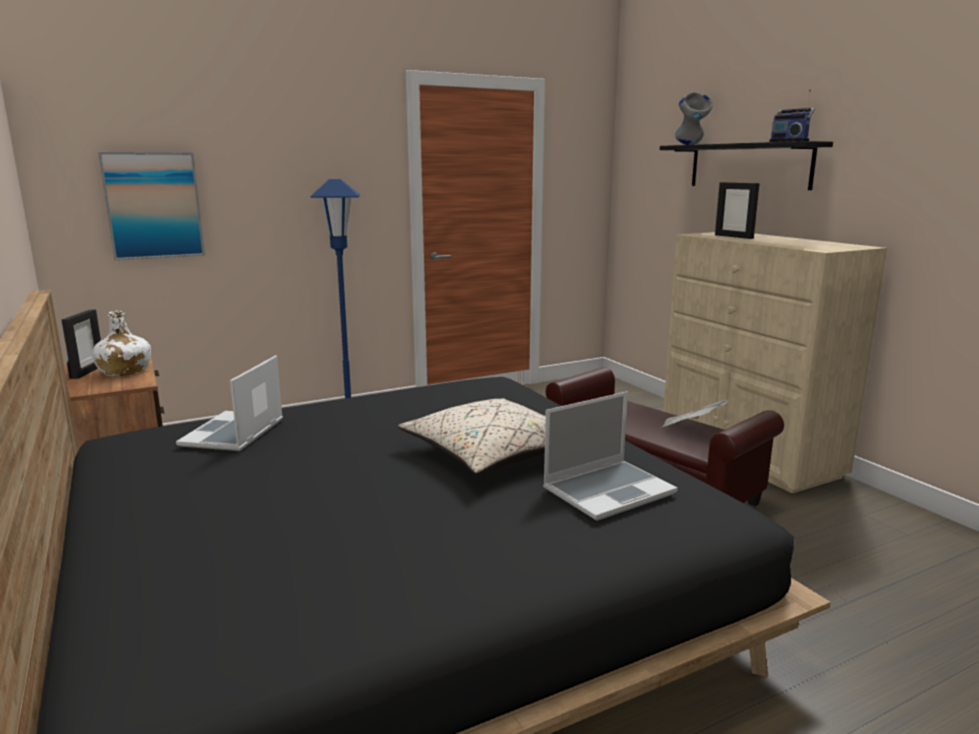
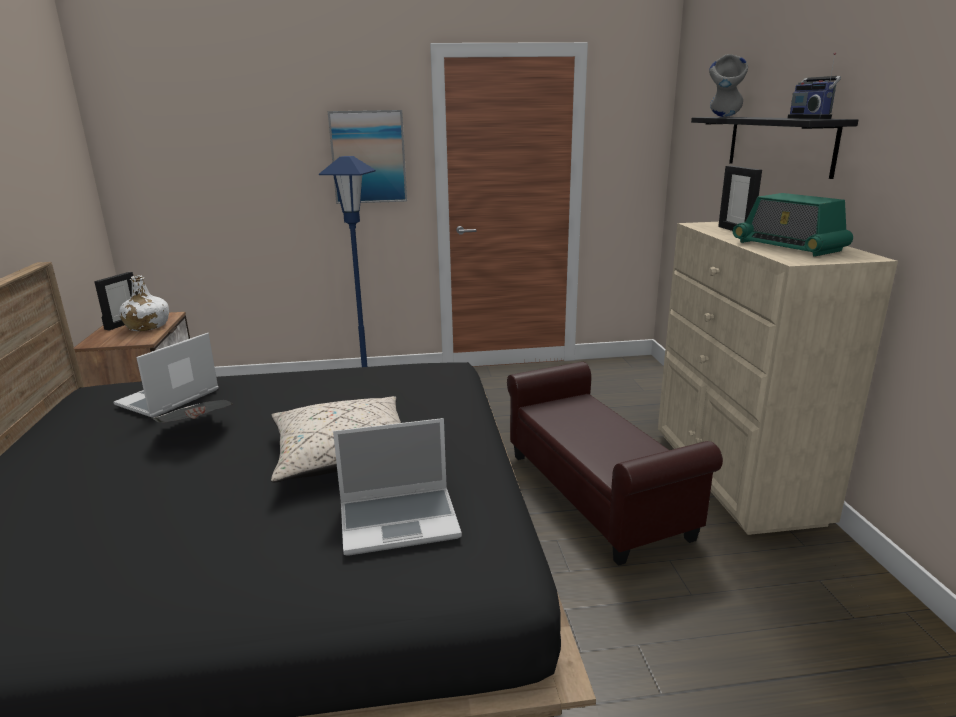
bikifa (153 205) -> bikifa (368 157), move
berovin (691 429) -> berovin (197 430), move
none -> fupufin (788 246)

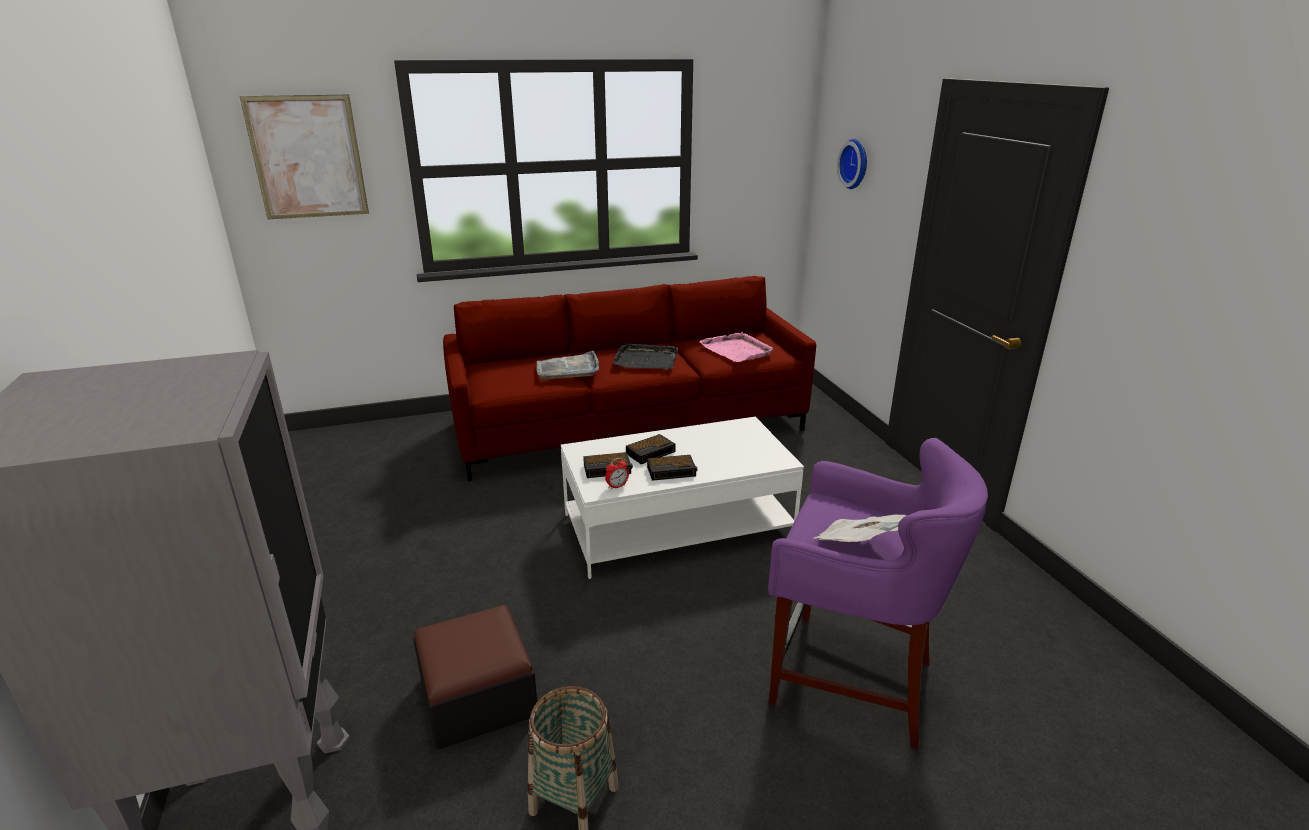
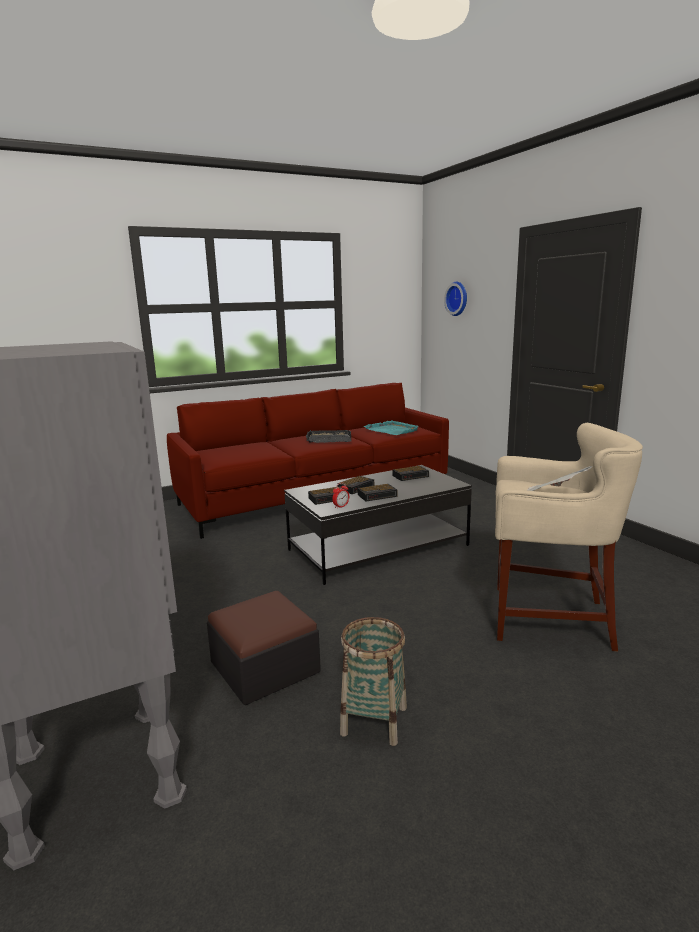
bikifa (307 157) -> none
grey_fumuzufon (568 369) -> none
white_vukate (678 526) -> black_vukate (378 547)
pink_fumuzufon (737 350) -> turquoise_fumuzufon (392 430)
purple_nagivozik (850 678) -> beige_nagivozik (548 618)
none -> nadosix (411 476)

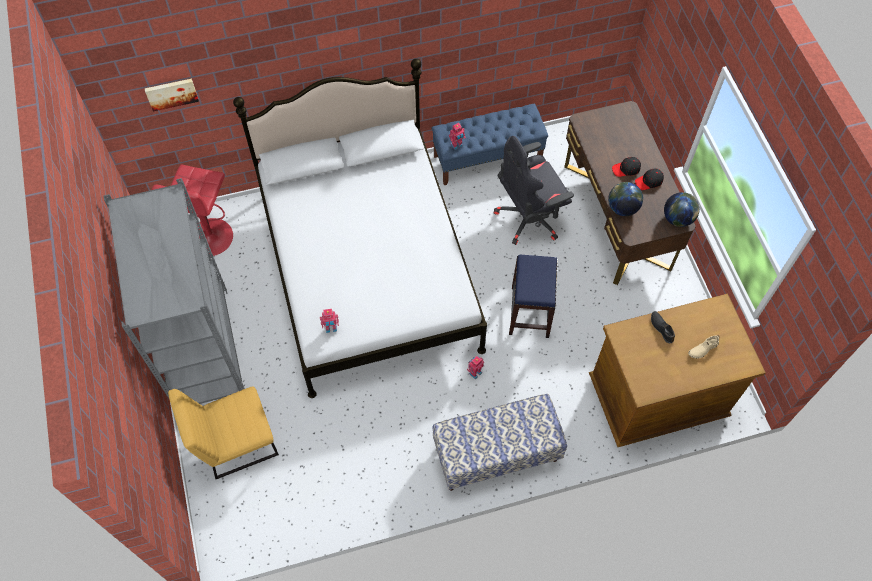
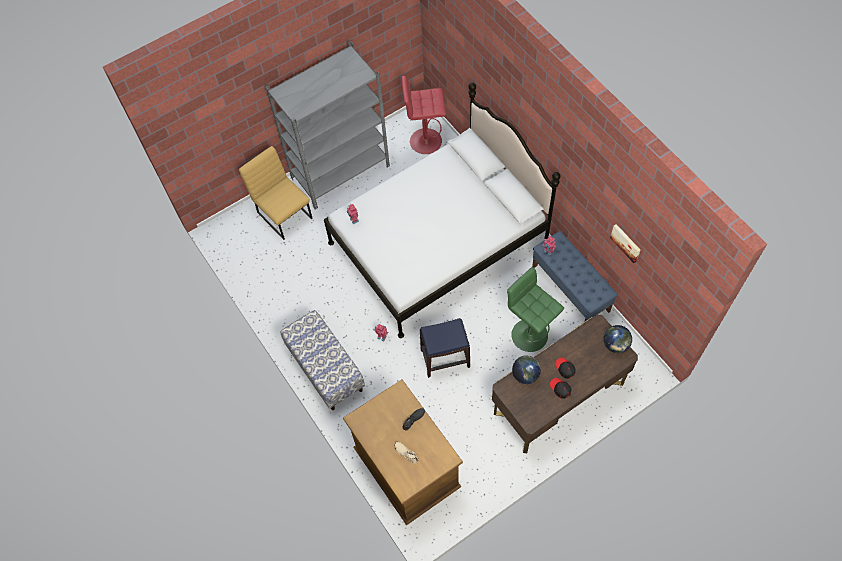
bikifa (171 93) -> bikifa (626 242), move
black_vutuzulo (530 217) -> green_nagivozik (529 334)
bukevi (677 219) -> bukevi (615 345), move

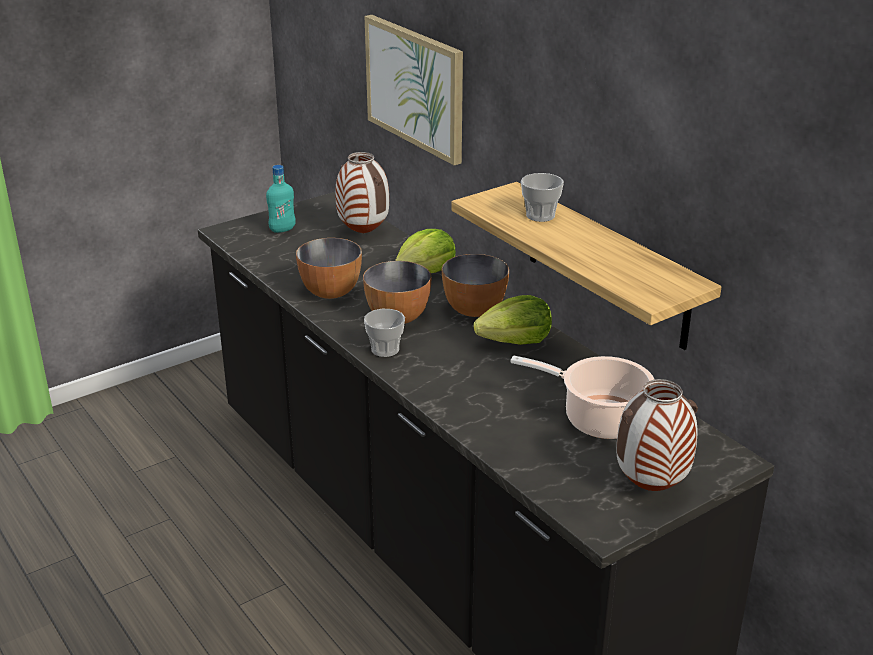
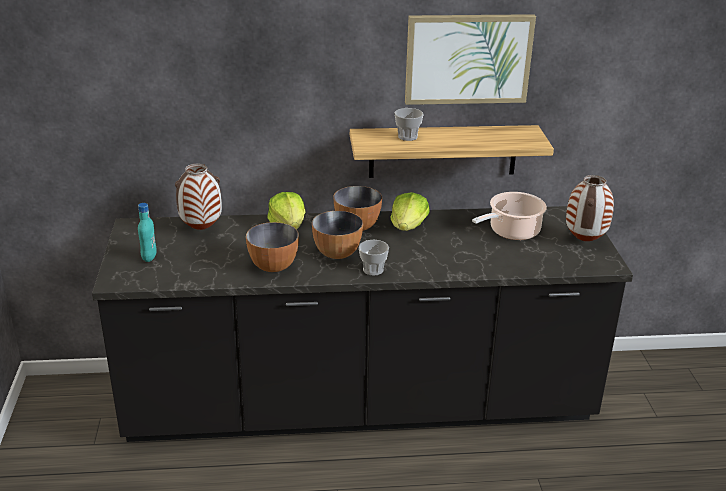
bikifa (415 87) -> bikifa (468 59), move

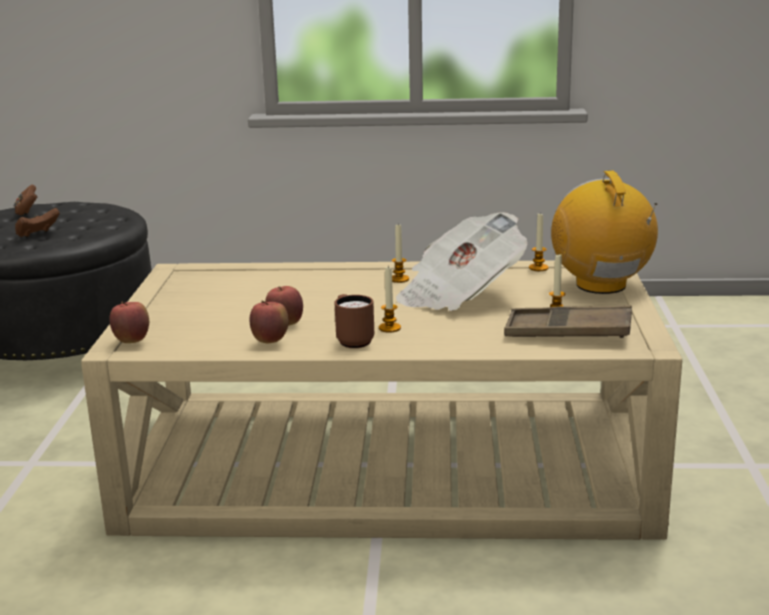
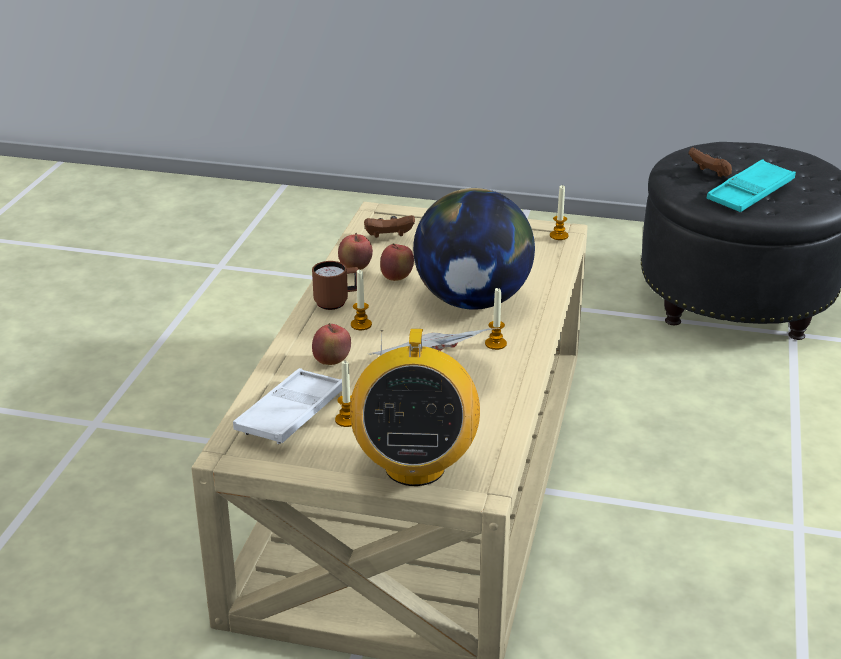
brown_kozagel (27 212) -> brown_kozagel (389 237), move
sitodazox (132 341) -> sitodazox (332 362), move
brown_fumuzufon (568 332) -> white_fumuzufon (291 413)
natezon (538 268) -> natezon (559 236), move
fupufin (601 285) -> fupufin (414 466), 90 degrees clockwise
none -> bukevi (472 301)
none -> turquoise_fumuzufon (750 193)

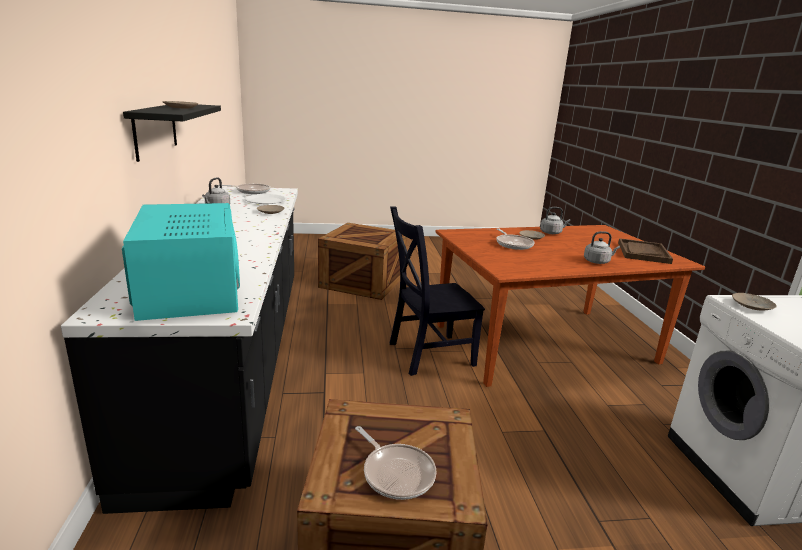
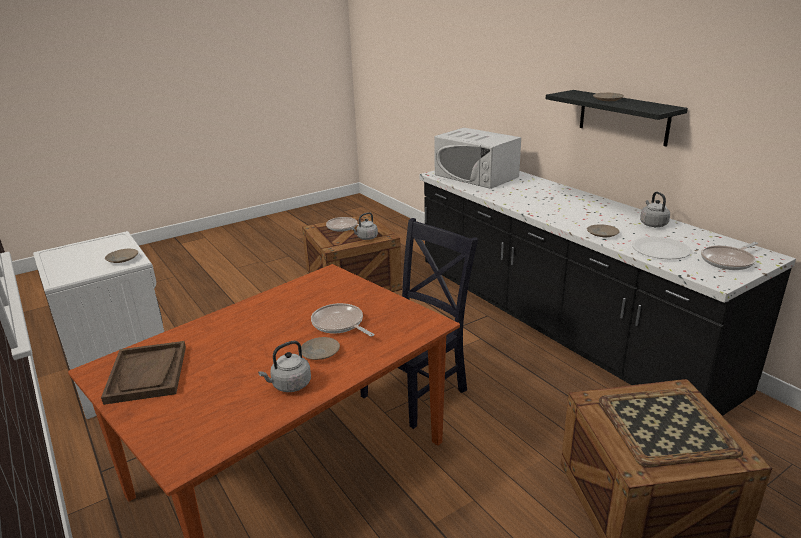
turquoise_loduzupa (190 288) -> white_loduzupa (476 176)
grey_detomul (597 261) -> grey_detomul (366 238), move
none -> fumuzufon (666 425)

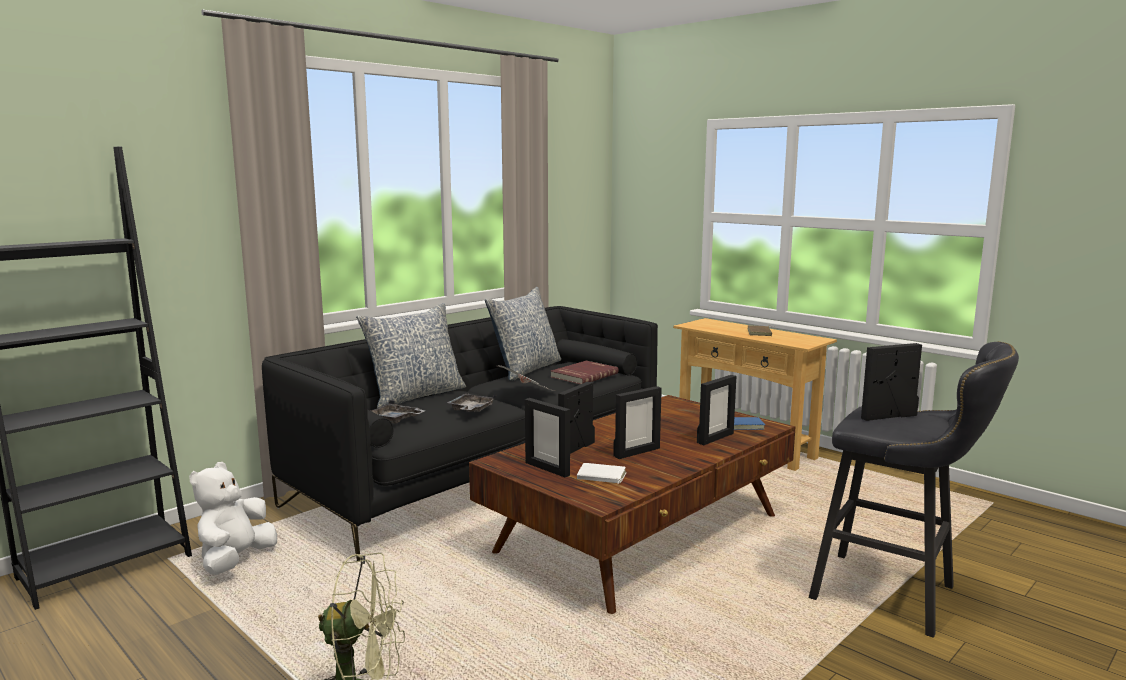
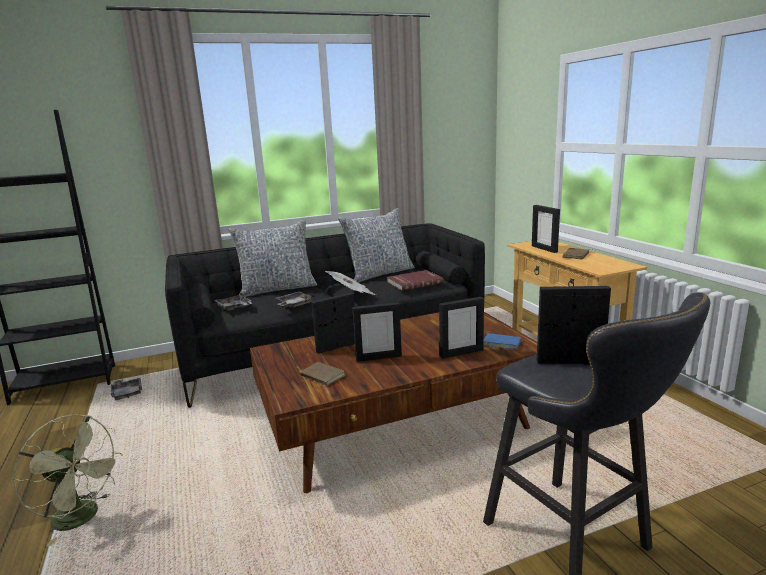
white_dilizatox (235 561) -> grey_fumuzufon (127 393)
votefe (548 468) -> votefe (545 249), move
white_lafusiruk (601 477) -> brown_lafusiruk (321 376)

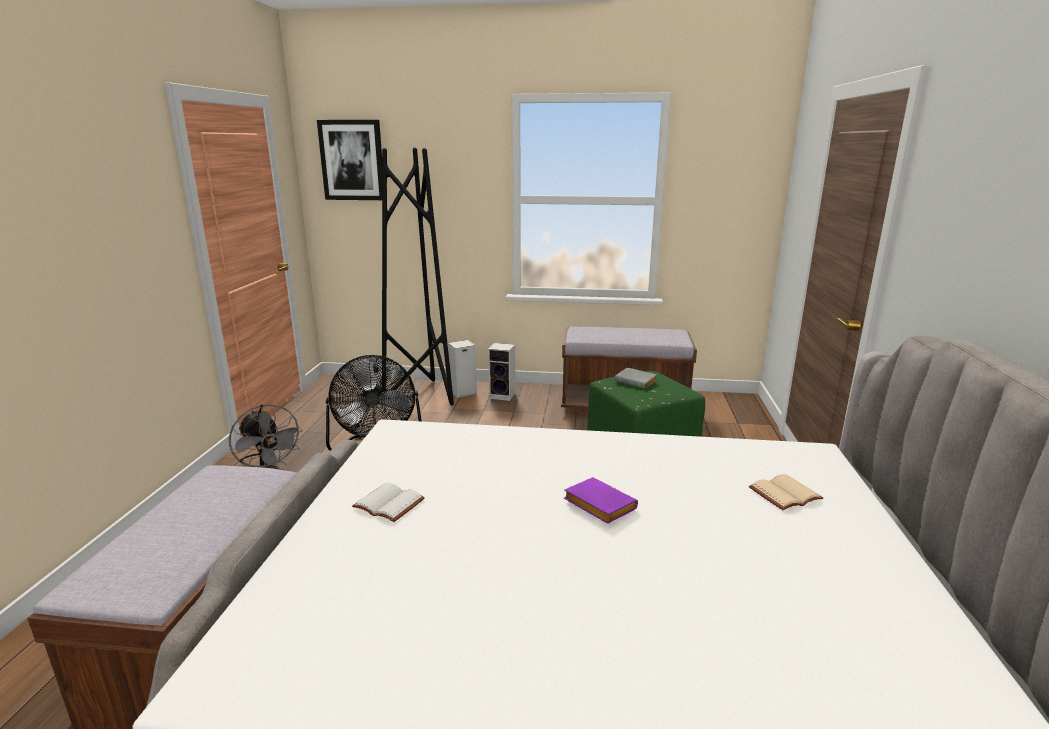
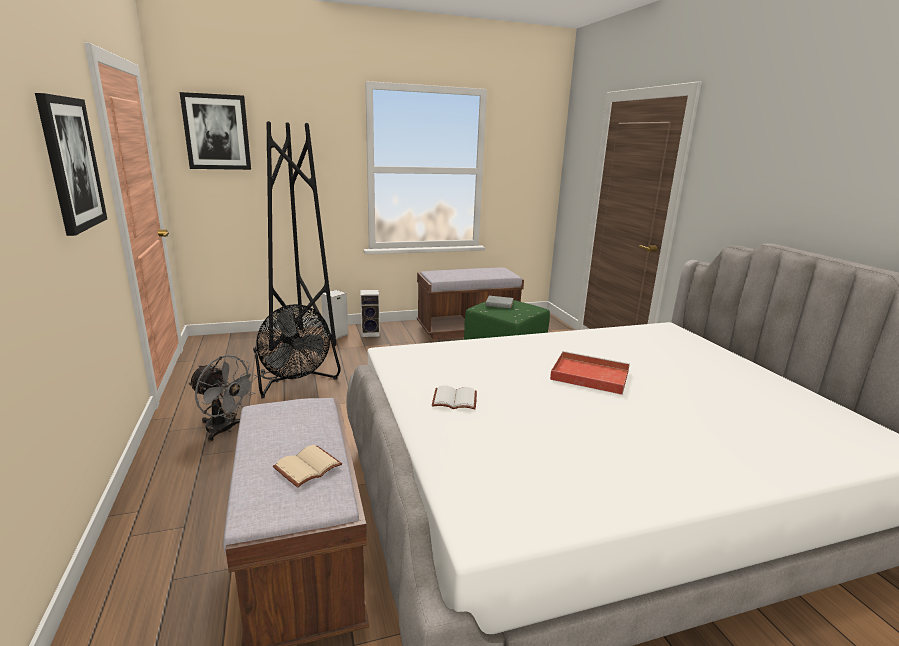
purple_lafusiruk (597 505) -> red_fumuzufon (588 375)
beige_lafusiruk (785 495) -> beige_lafusiruk (308 468), move
none -> bikifa (71 164)

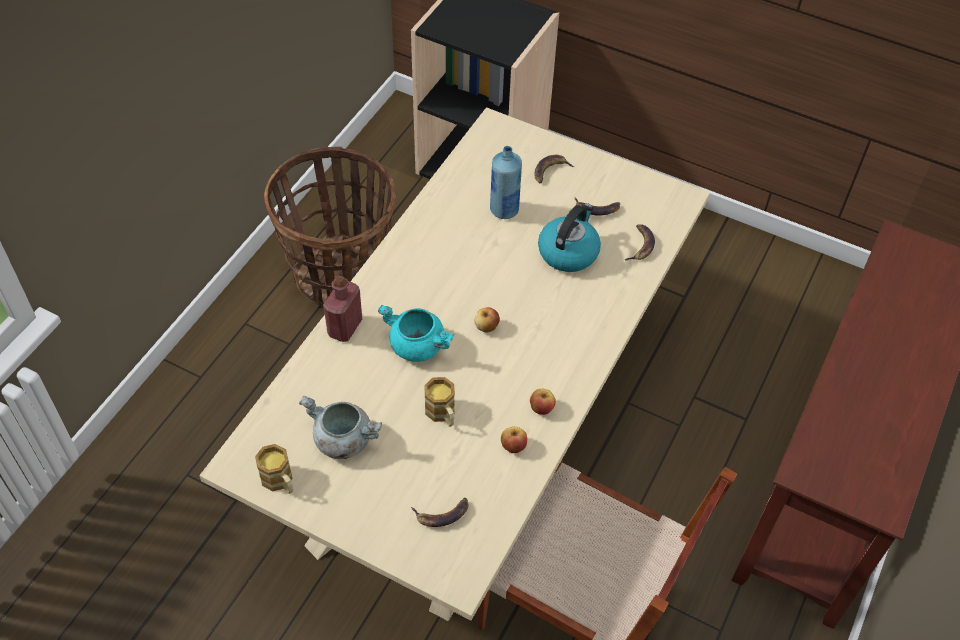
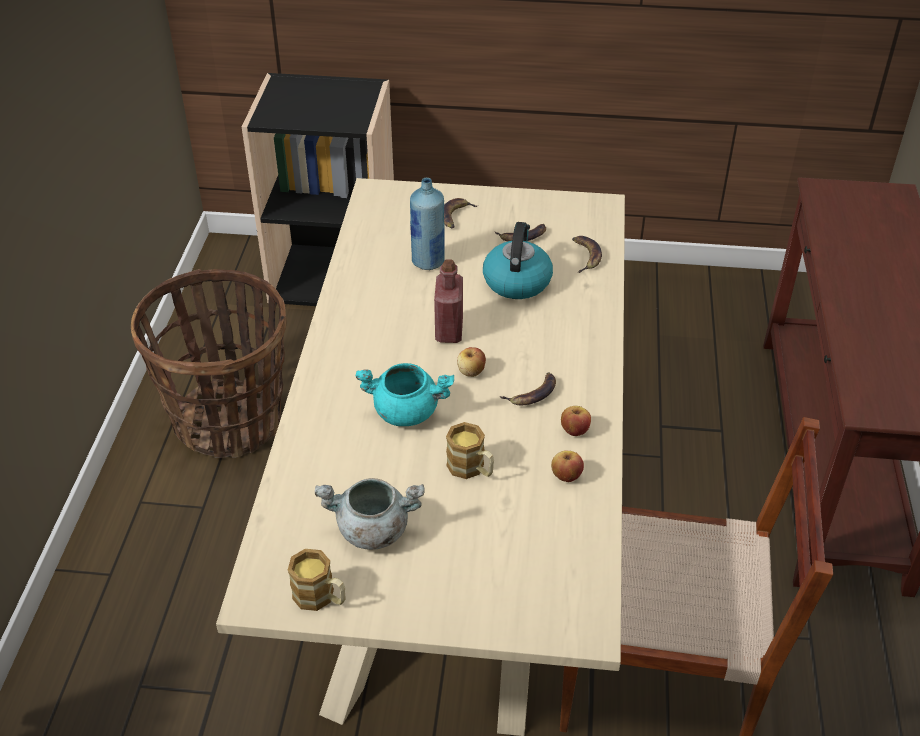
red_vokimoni (345 327) -> red_vokimoni (449 331), move
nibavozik (442 514) -> nibavozik (533 393), move

